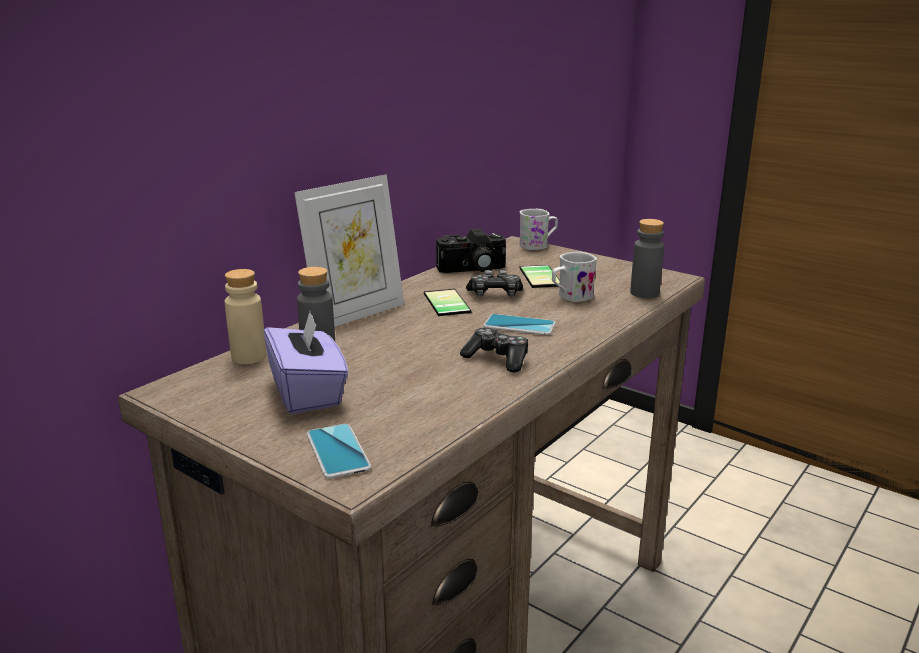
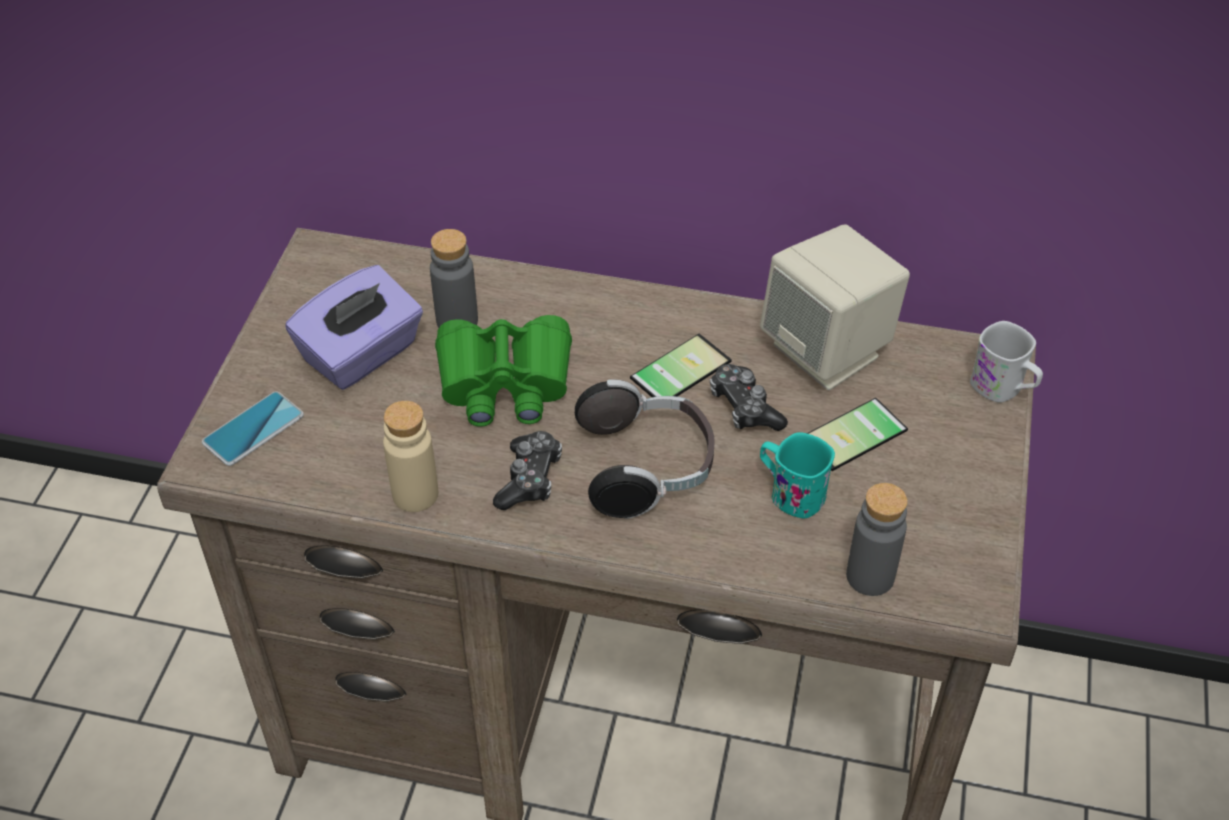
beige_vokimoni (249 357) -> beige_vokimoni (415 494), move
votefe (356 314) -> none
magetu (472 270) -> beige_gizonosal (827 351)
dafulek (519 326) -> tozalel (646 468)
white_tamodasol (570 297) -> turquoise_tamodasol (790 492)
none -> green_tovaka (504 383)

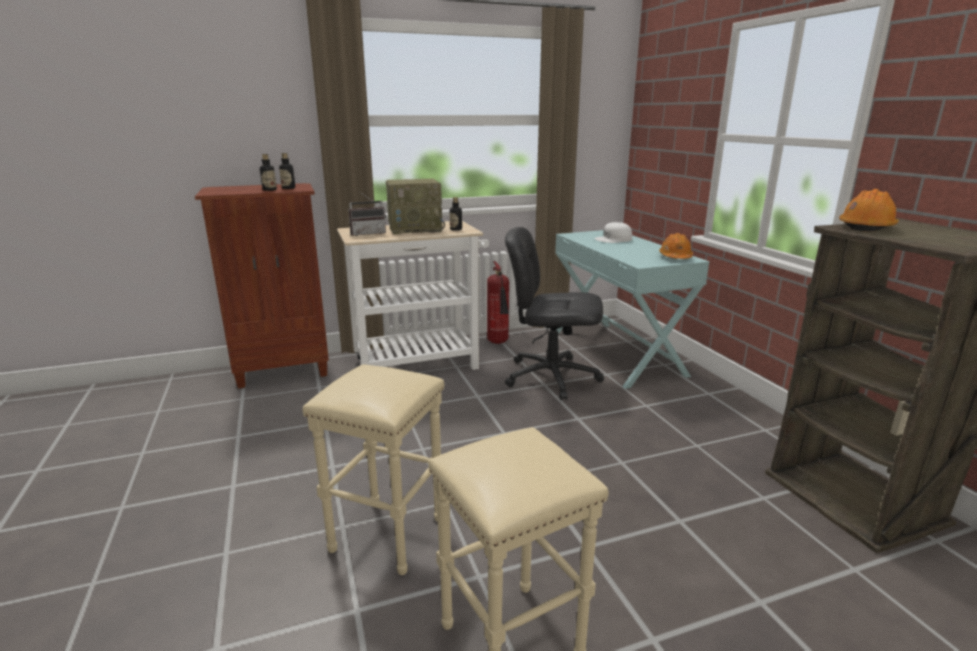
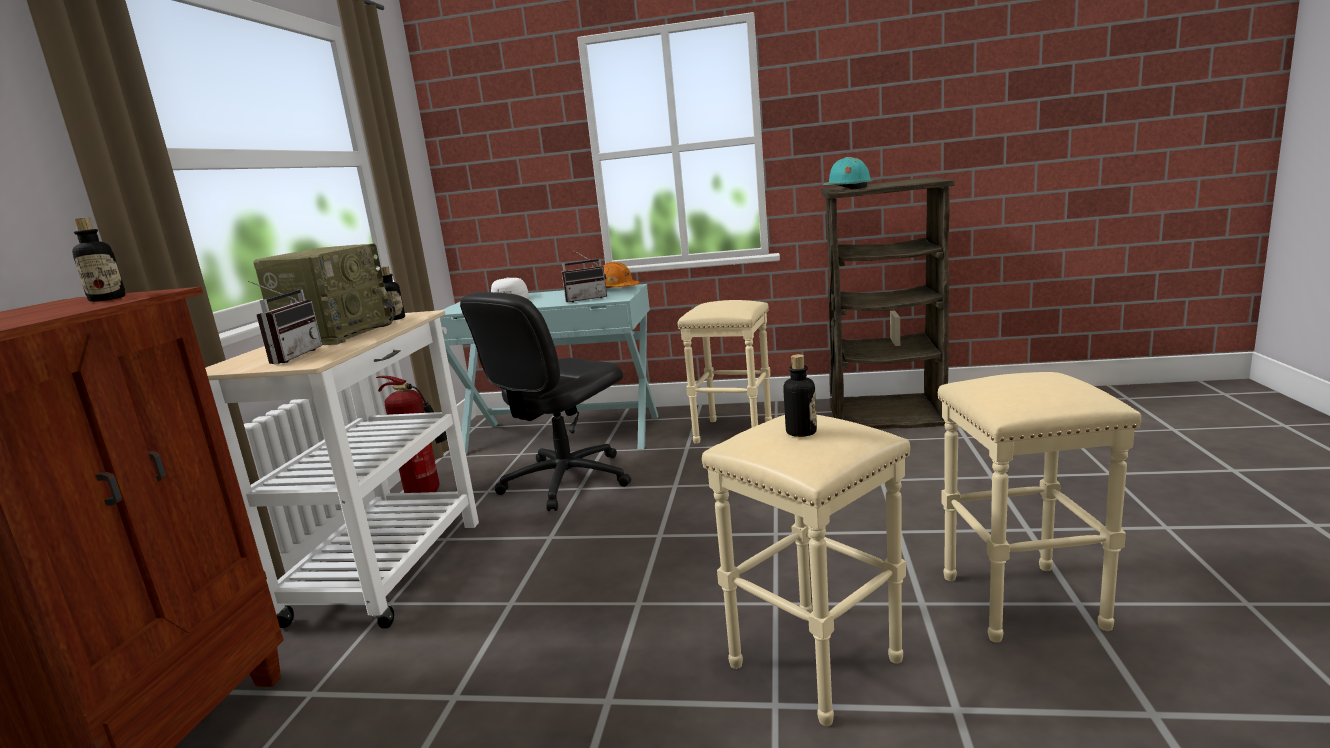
vokimoni (269 190) -> vokimoni (801 432), move
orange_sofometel (866 227) -> turquoise_sofometel (847 189)
none -> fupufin (586 299)
none -> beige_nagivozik (735 431)

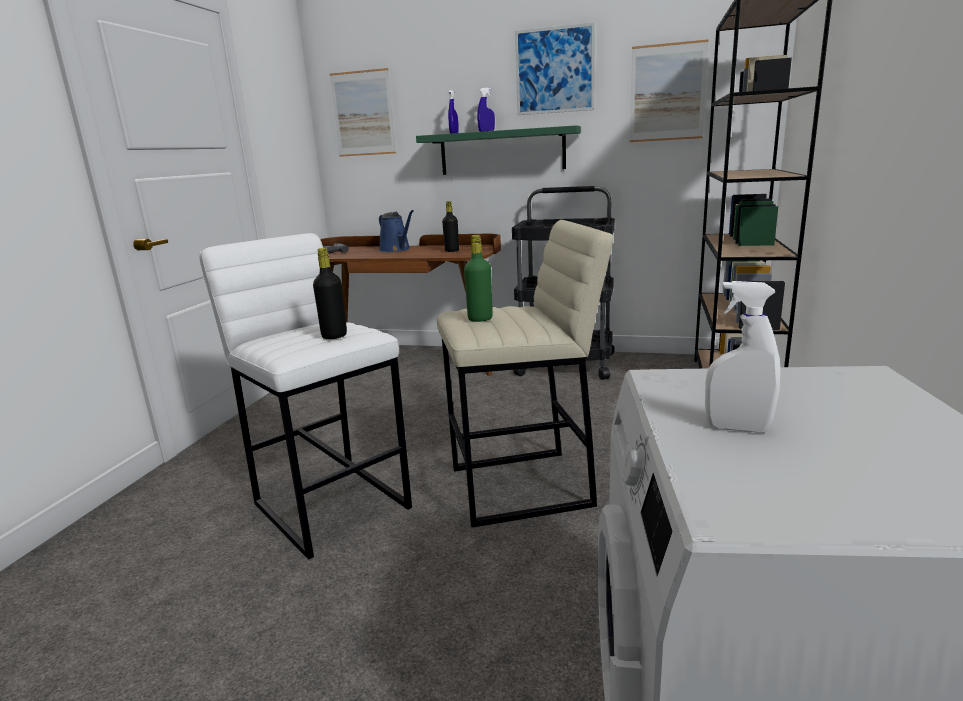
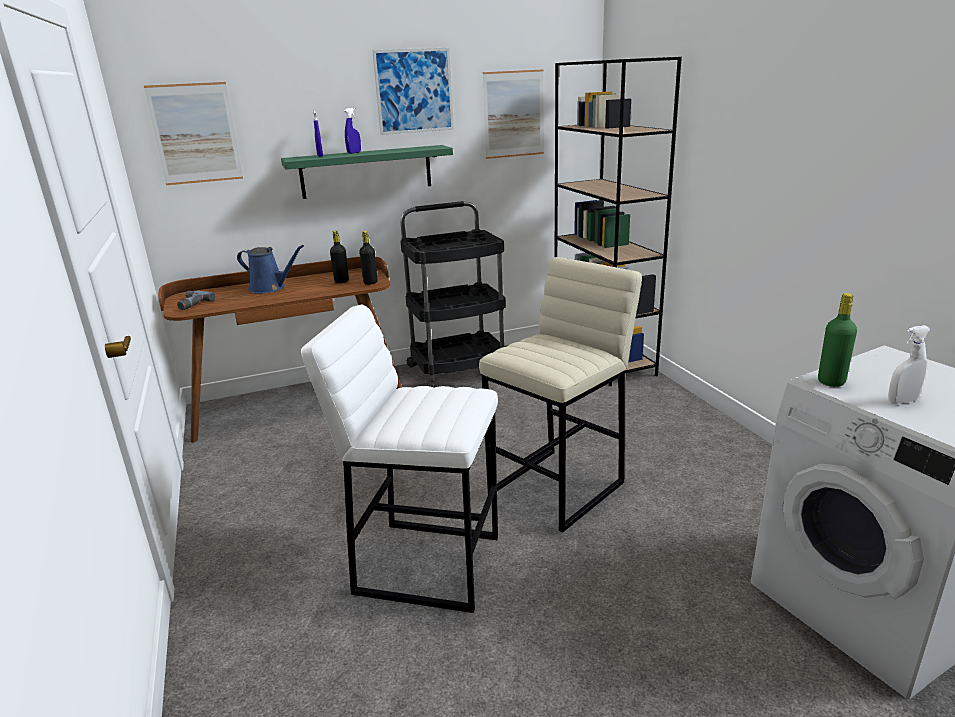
black_vokimoni (334 336) -> black_vokimoni (370 282), move
green_vokimoni (480 319) -> green_vokimoni (831 381), move

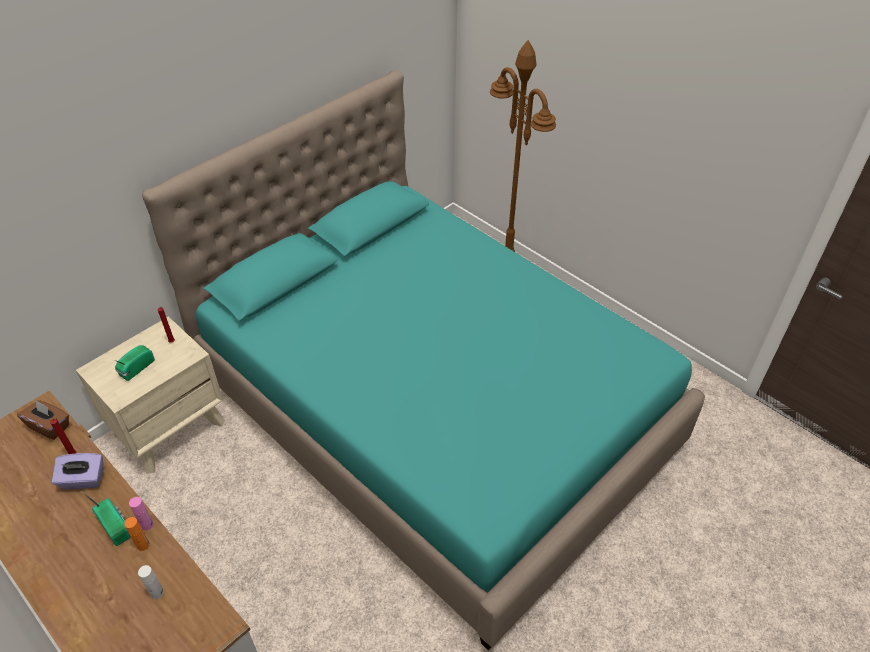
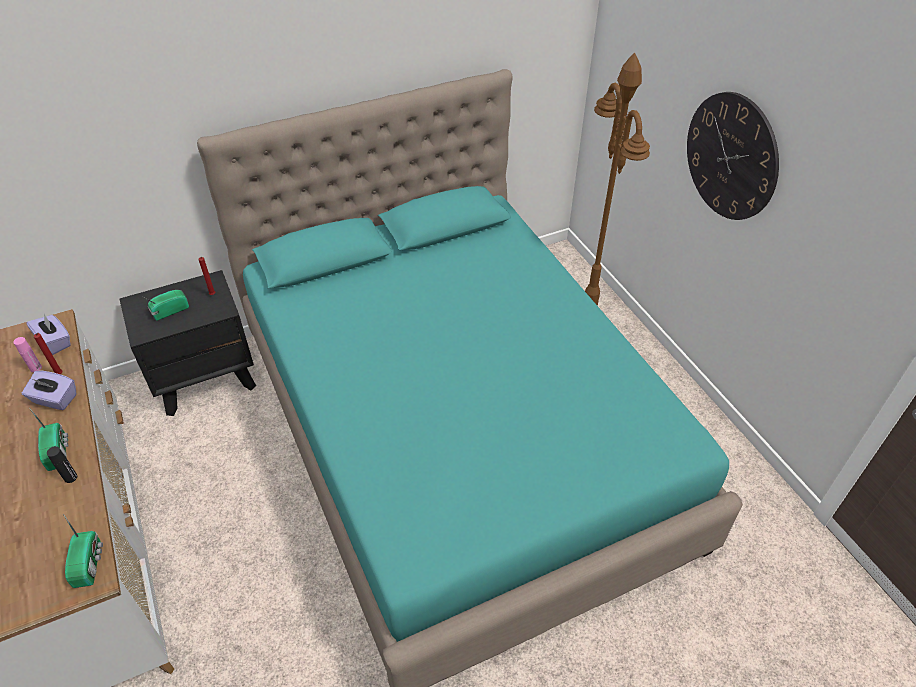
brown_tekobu (50 426) -> purple_tekobu (55 342)
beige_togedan (170 428) -> black_togedan (206 378)
orange_vokimoni (143 545) -> black_vokimoni (70 477)
pink_vokimoni (147 525) -> pink_vokimoni (36 368), move
white_vokimoni (157 592) -> none
none -> fupufin (89 562)
none -> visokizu (731 157)

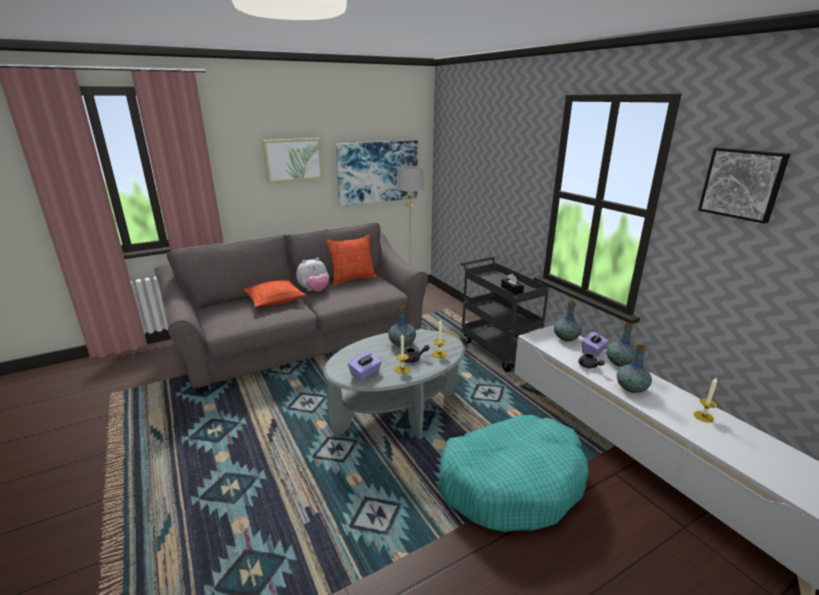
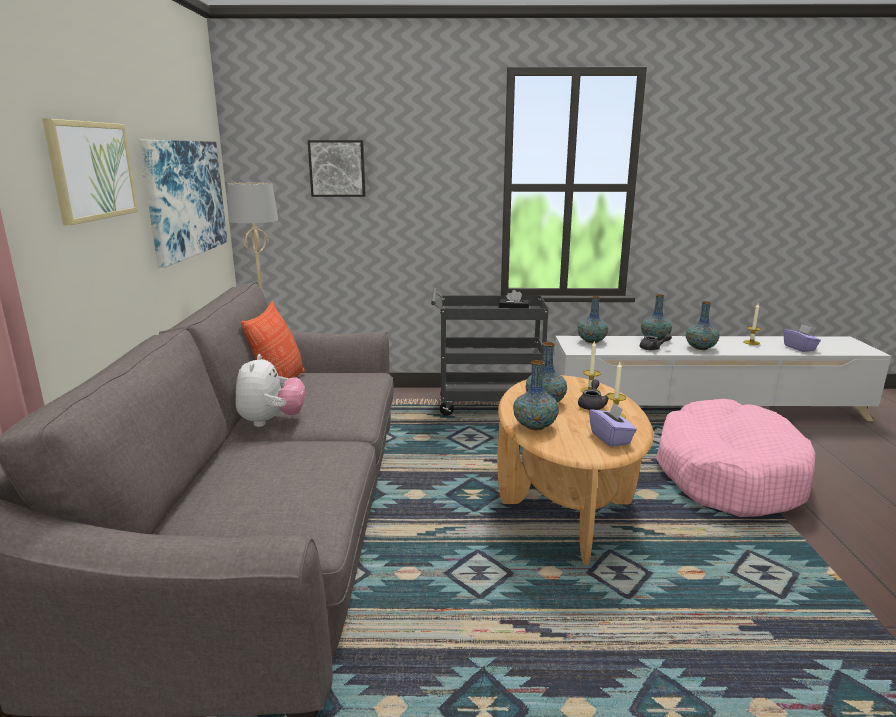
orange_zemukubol (274 300) -> none
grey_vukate (397 413) -> brown_vukate (565 503)
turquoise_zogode (511 482) -> pink_zogode (728 475)
purple_tekobu (593 351) -> purple_tekobu (799 348), move
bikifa (742 184) -> bikifa (337 168), move
none -> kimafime (535 426)

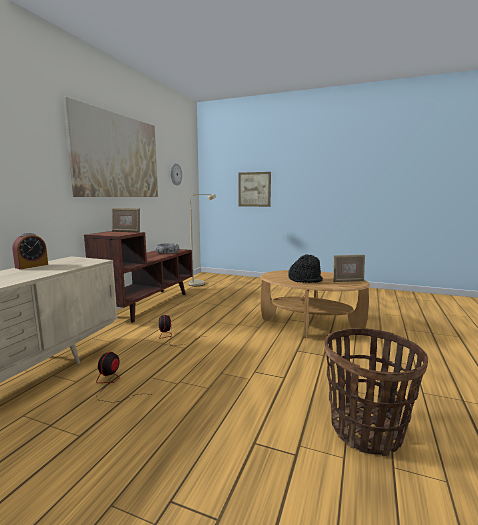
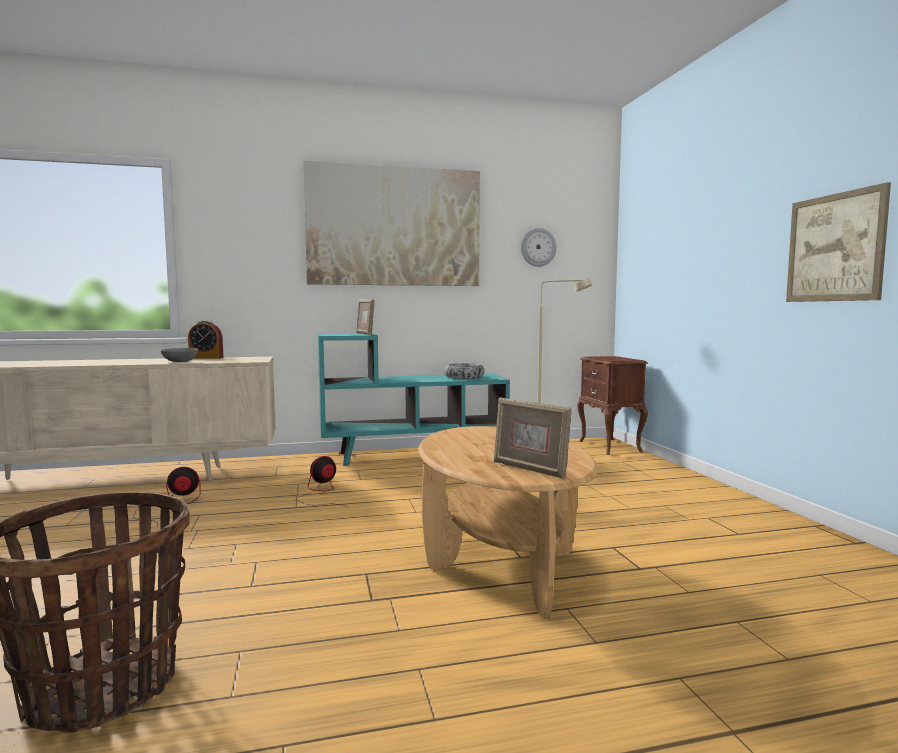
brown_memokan (149 304) -> turquoise_memokan (414 454)
bikifa (254 189) -> bikifa (835 248), move
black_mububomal (305 280) -> none
none -> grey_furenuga (179 361)
none -> brown_togedan (610 447)

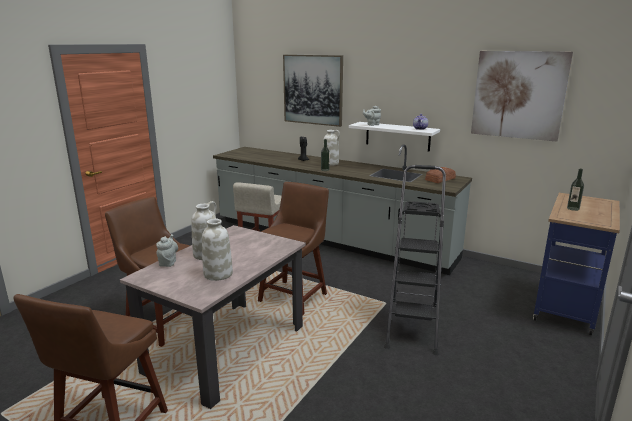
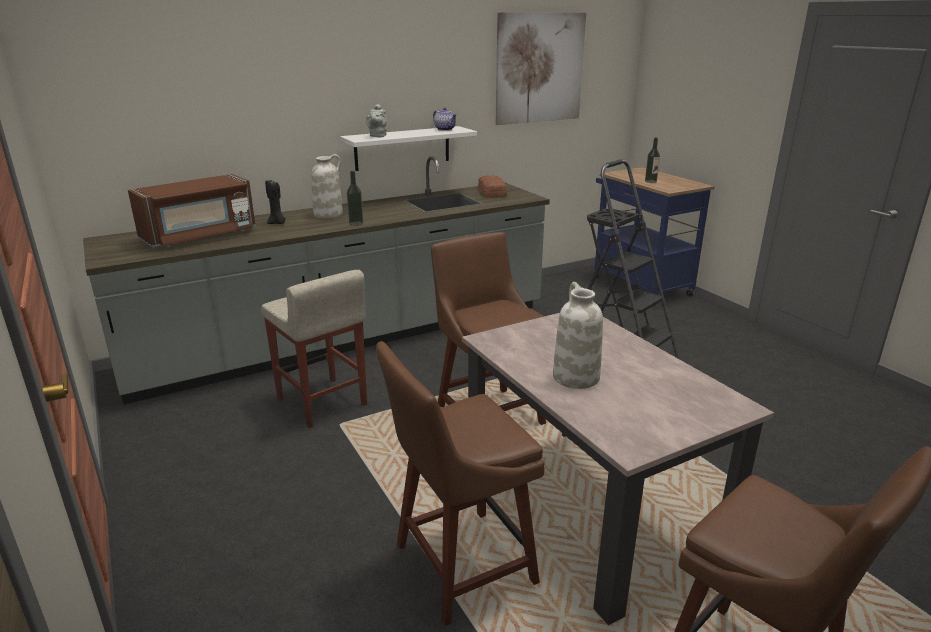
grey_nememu (168 262) -> none
white_kimafime (217 274) -> none
bikifa (313 90) -> none
none -> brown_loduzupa (200 236)

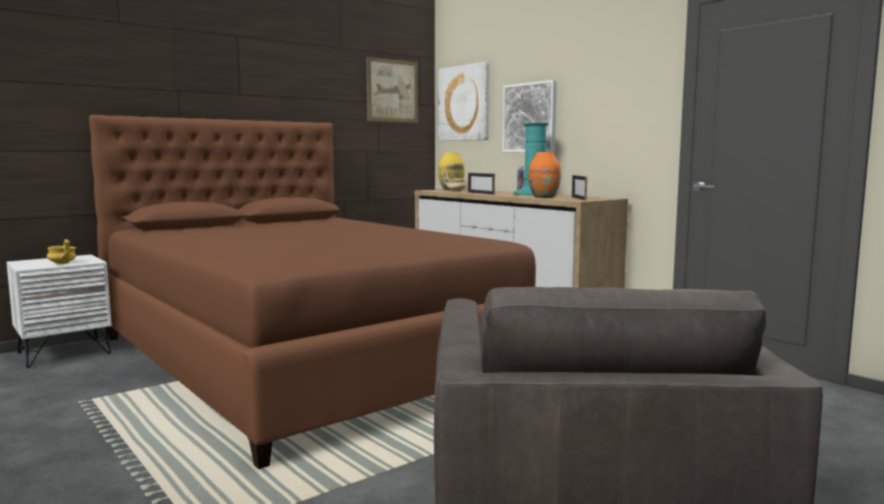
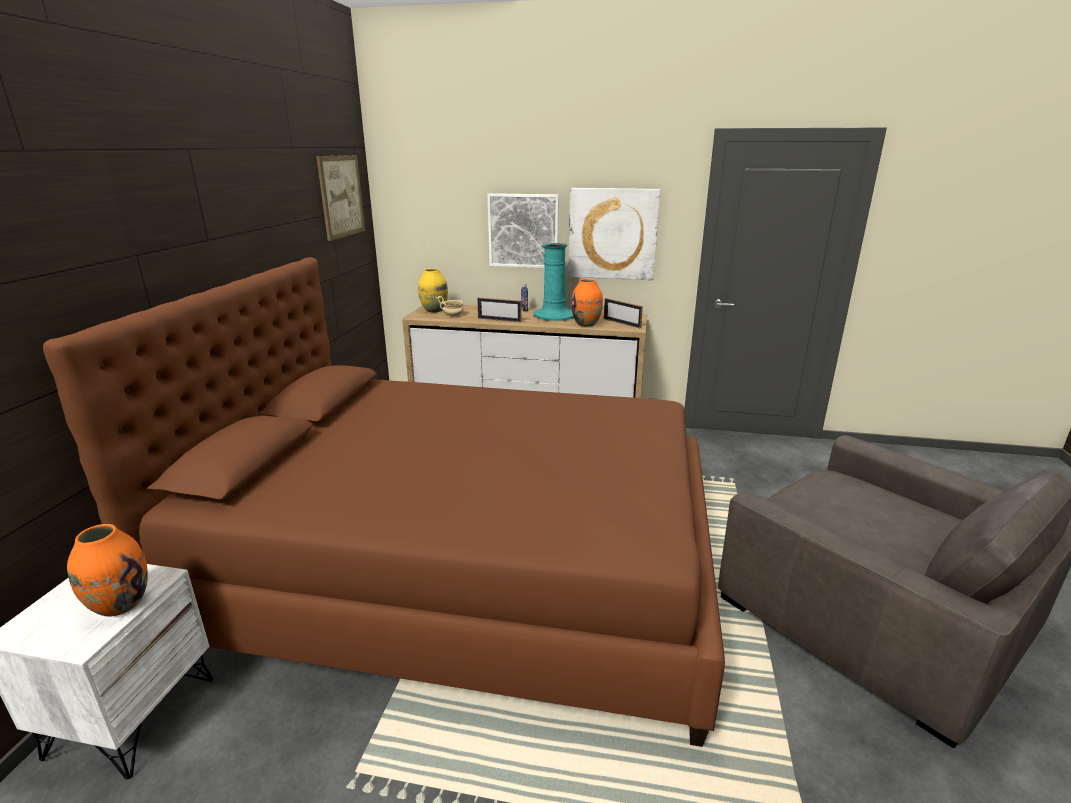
yellow_furenuga (63 263) -> orange_kimafime (120 604)
bikifa (464 103) -> bikifa (612 234), move

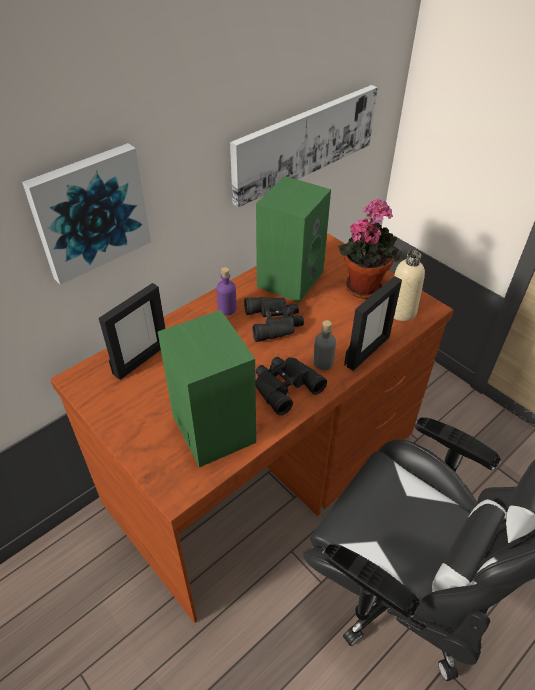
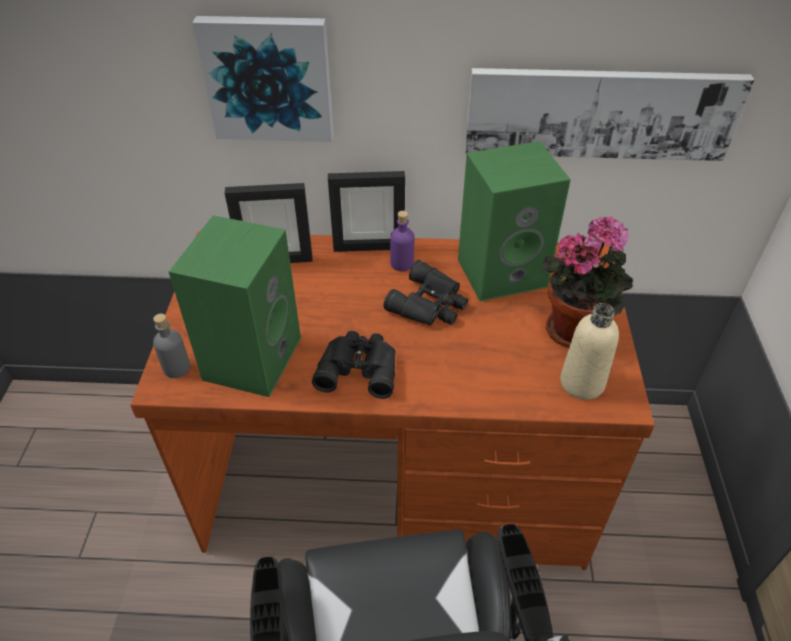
grey_vokimoni (323 362) -> grey_vokimoni (176 368), move
votefe (367 351) -> votefe (368 246), move

